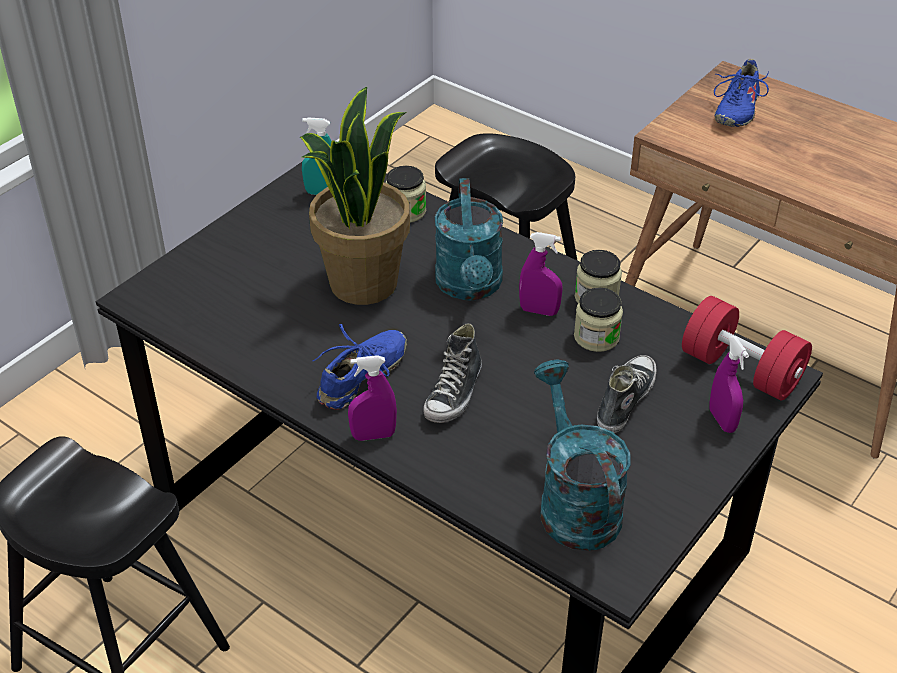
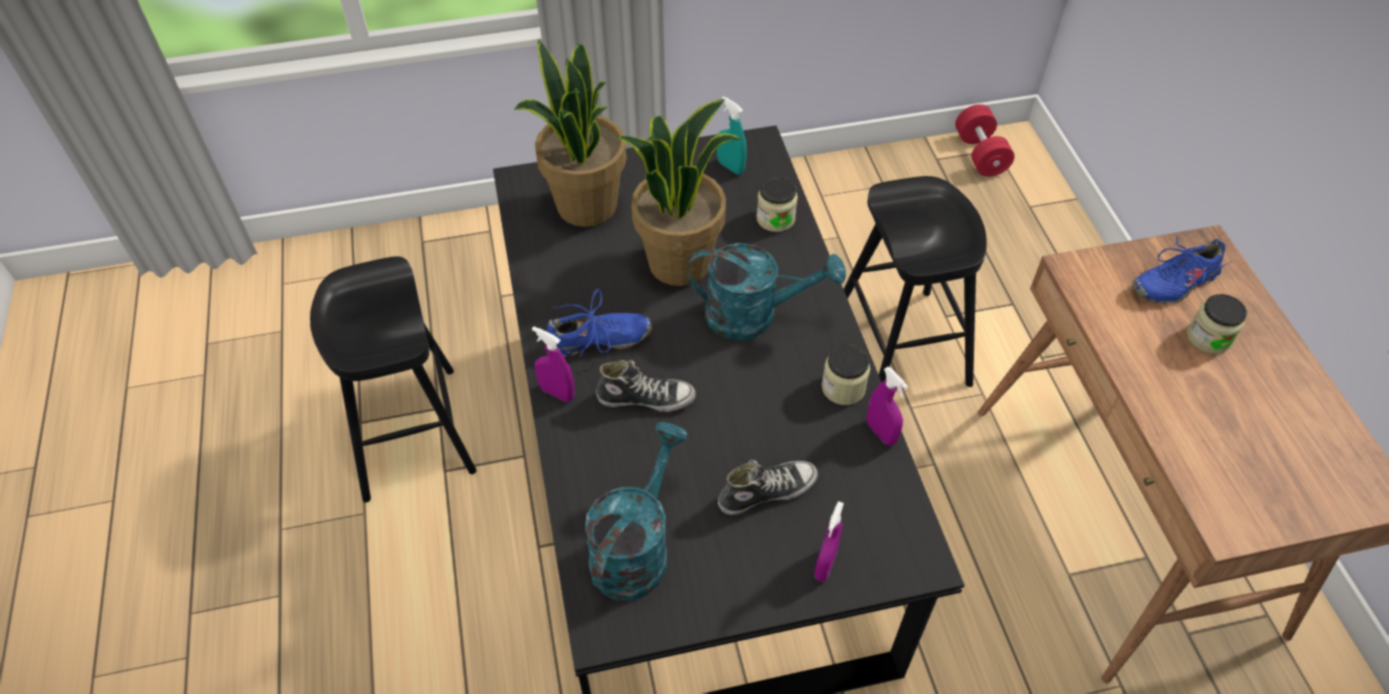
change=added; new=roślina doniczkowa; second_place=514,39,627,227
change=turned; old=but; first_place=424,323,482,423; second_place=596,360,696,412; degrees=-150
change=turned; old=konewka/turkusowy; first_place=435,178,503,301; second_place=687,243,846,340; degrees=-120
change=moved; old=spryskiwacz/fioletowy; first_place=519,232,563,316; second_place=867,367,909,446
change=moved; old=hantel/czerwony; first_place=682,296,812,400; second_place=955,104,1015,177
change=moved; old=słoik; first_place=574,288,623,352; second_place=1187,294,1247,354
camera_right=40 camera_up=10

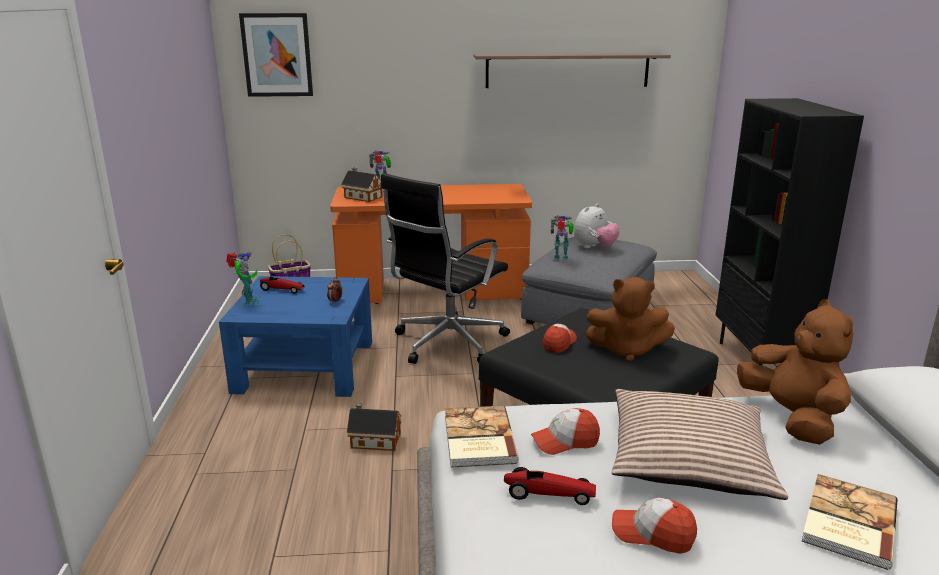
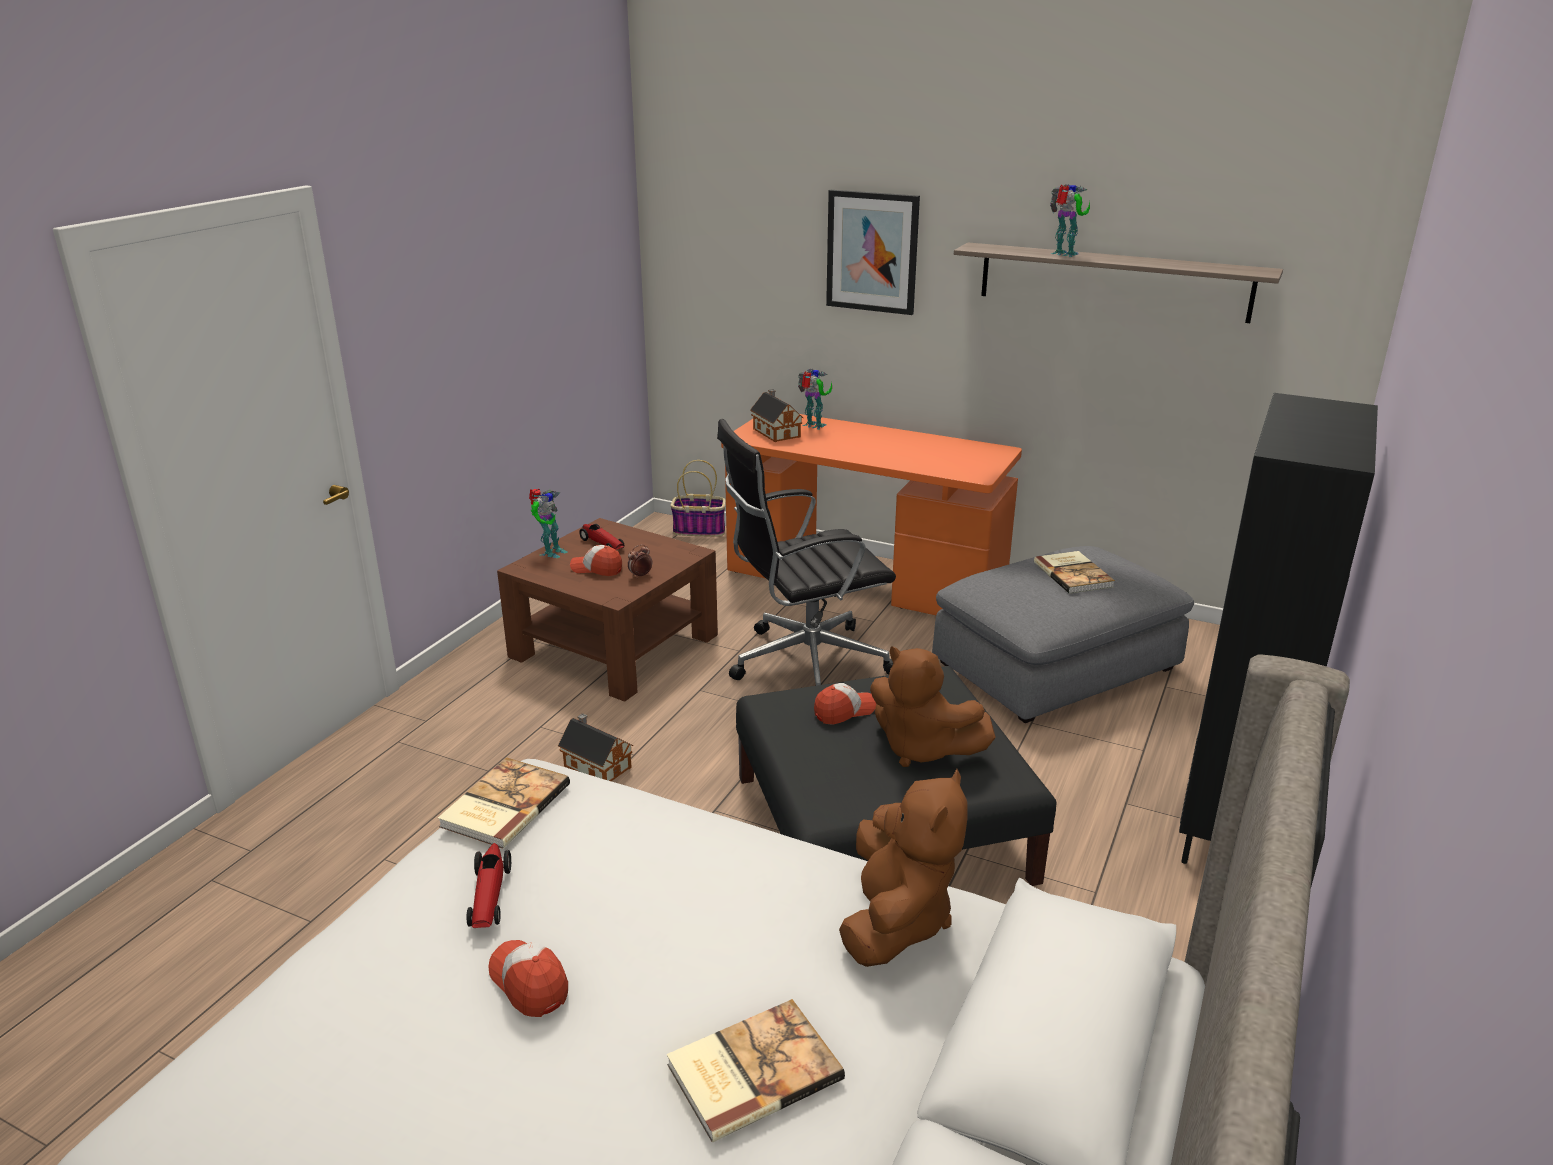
change=turned; old=samochodzik; first_place=504,467,596,505; second_place=466,843,511,928; degrees=45
change=recoloured; old=ława/niebieski; new=ława/brązowy; first_place=219,276,372,397; second_place=497,518,718,702
change=moved; old=czapka z daszkiem; first_place=531,408,600,455; second_place=570,545,622,576
change=moved; old=obraz; first_place=239,13,313,97; second_place=826,190,920,315
change=replaced; old=pluszak; new=książka; first_place=574,204,620,249; second_place=1034,551,1115,594
change=moved; old=robot zabawkowy; first_place=551,215,574,260; second_place=1050,184,1090,257
change=removed; old=poduszka; first_place=612,389,788,500
camera_right=30 camera_up=5

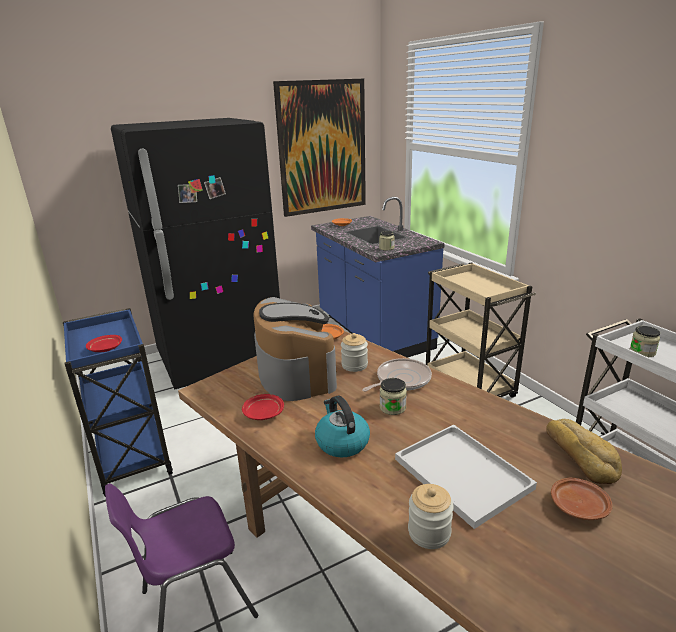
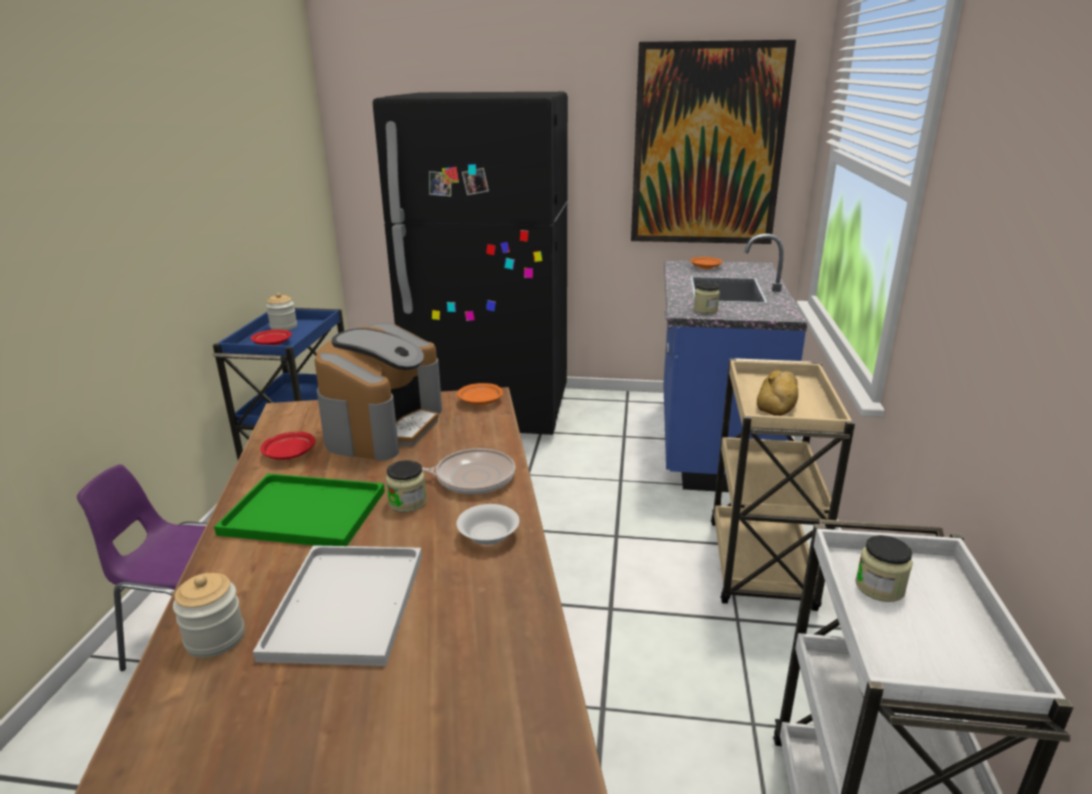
change=replaced; old=czajnik; new=taca/zielony; first_place=315,395,370,457; second_place=214,474,385,546
change=moved; old=słoik; first_place=341,333,368,372; second_place=266,293,297,331
change=added; new=miska/biały; second_place=457,504,519,545
change=moved; old=chleb; first_place=546,419,622,484; second_place=757,371,798,416
change=removed; old=talerz/brązowy; first_place=551,477,612,520
camera_right=35 camera_up=0

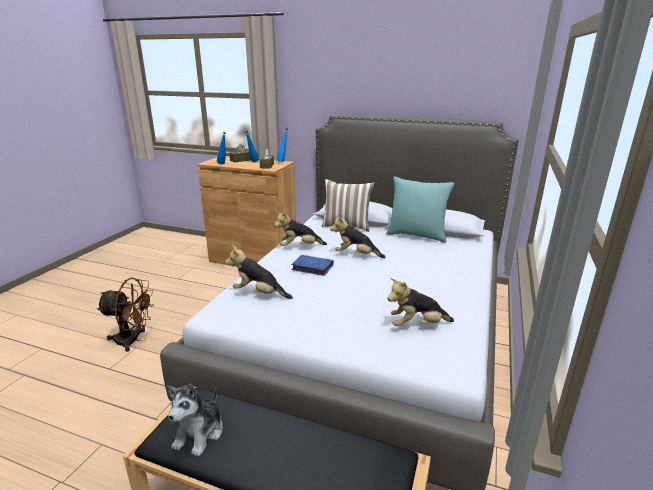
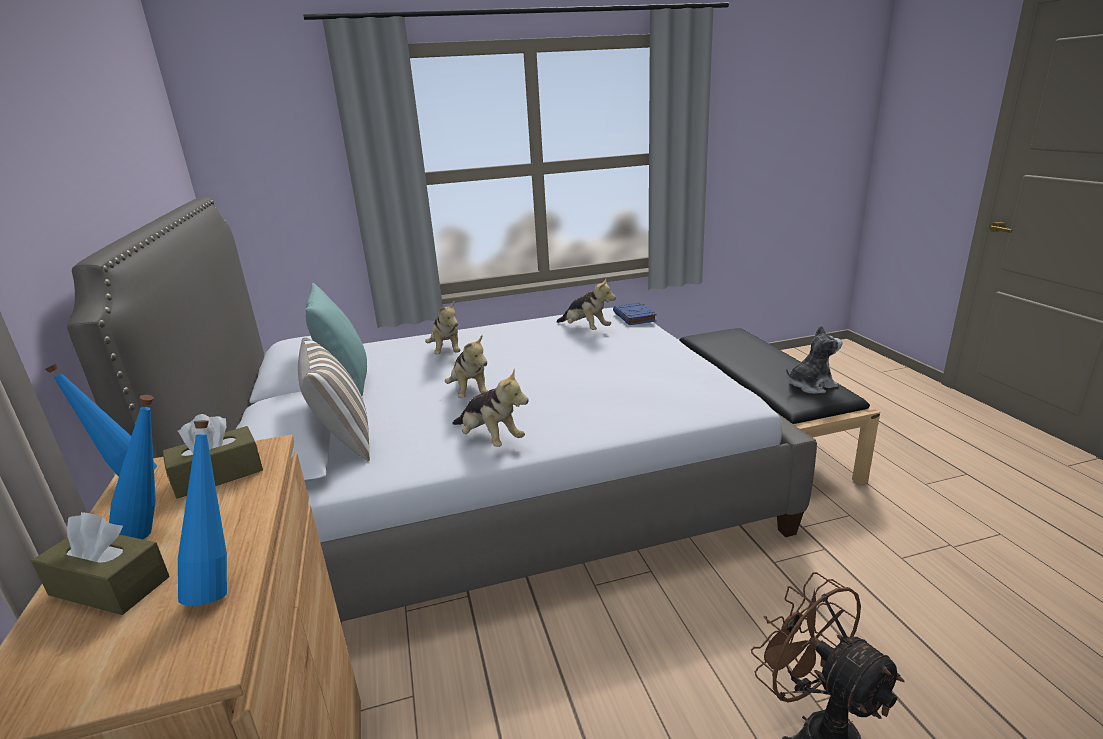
change=moved; old=pluszak; first_place=225,245,293,299; second_place=425,300,461,354
change=moved; old=książka/niebieski; first_place=291,255,334,276; second_place=613,302,657,325
camera_right=-125 camera_up=0

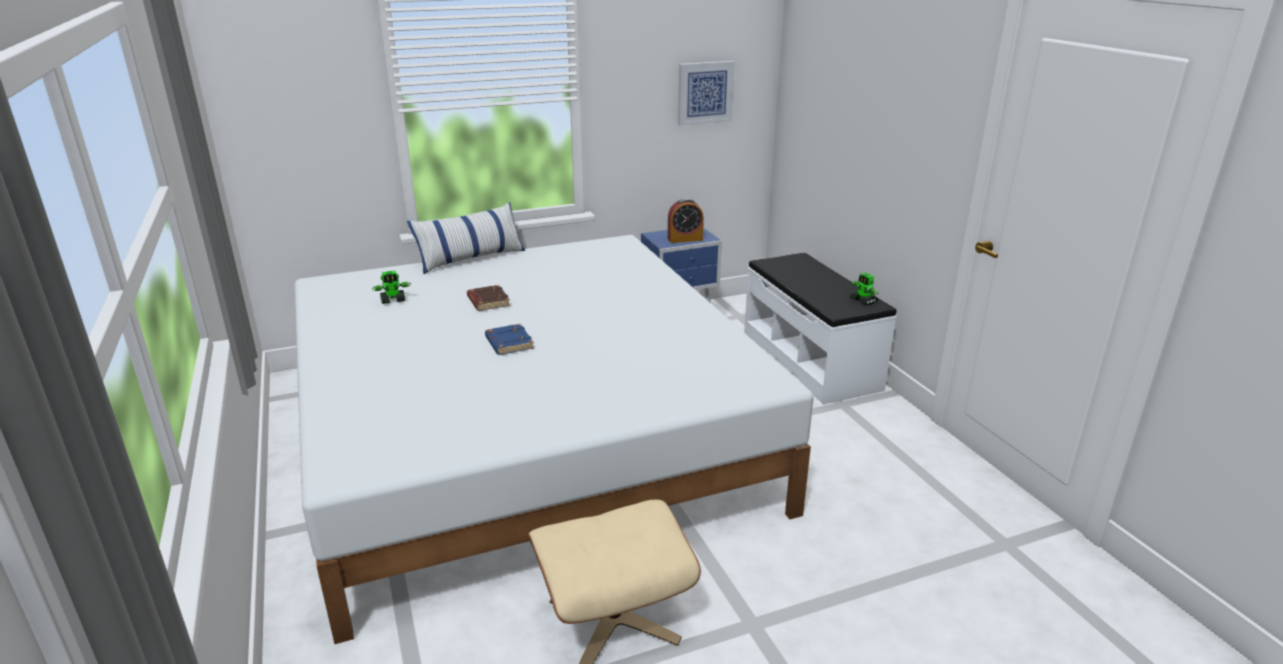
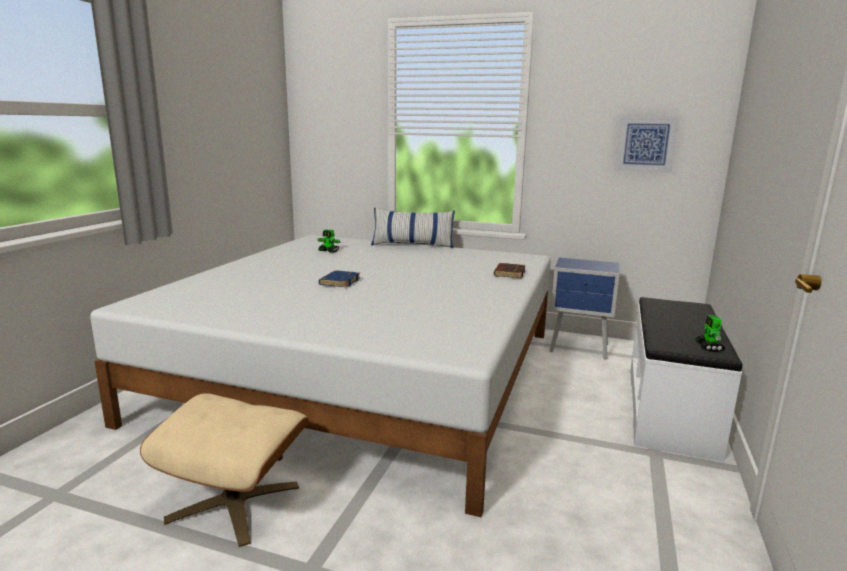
change=moved; old=książka/brązowy; first_place=467,285,510,311; second_place=494,263,525,278
change=removed; old=budzik; first_place=668,198,704,243
camera_right=40 camera_up=-10

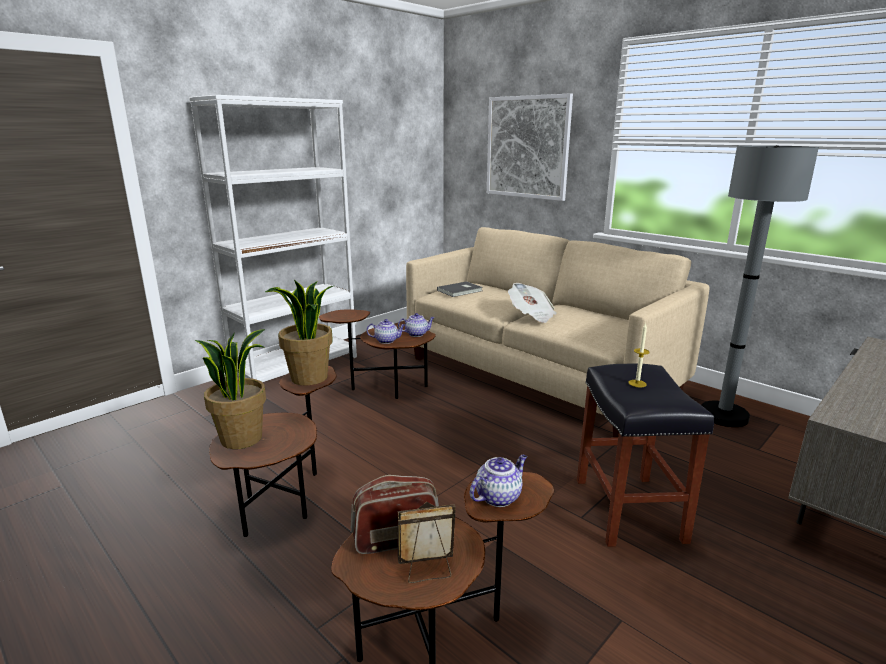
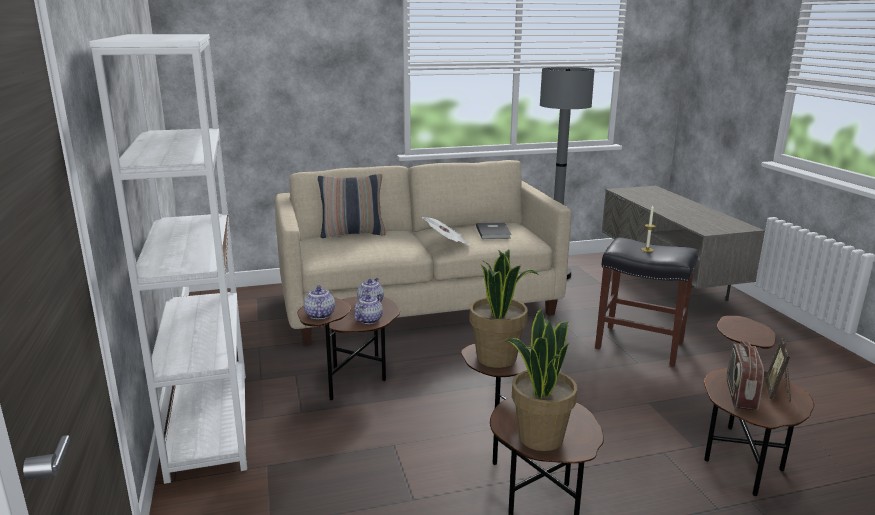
change=moved; old=imbryk; first_place=469,455,527,507; second_place=304,286,335,319
change=added; new=poduszka; second_place=318,174,386,238
change=moved; old=książka/szary; first_place=437,281,483,297; second_place=476,222,512,239
change=removed; old=obraz; first_place=487,93,573,201
camera_right=-60 camera_up=0

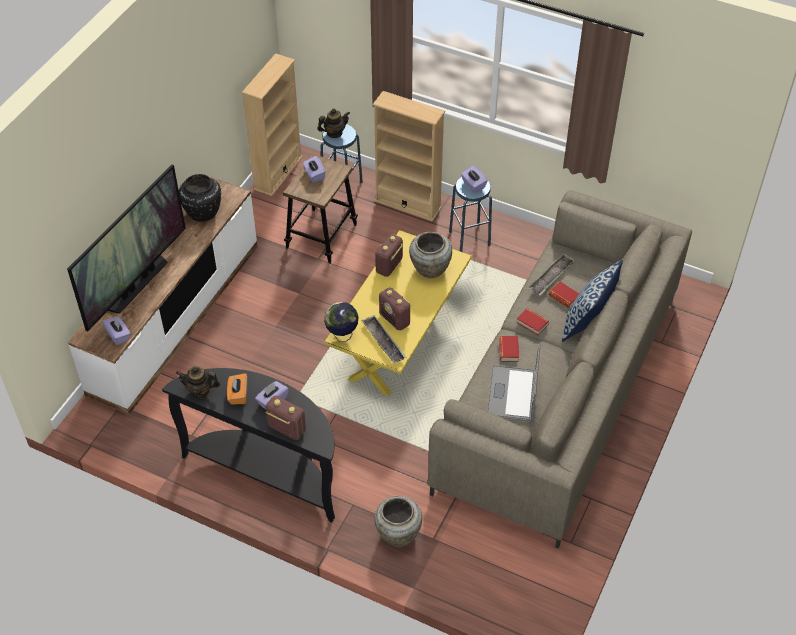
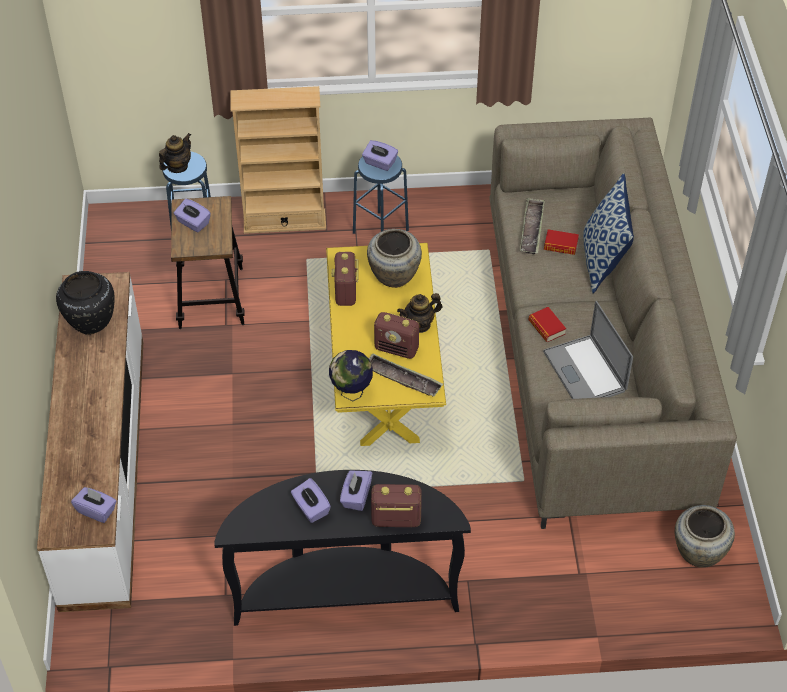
change=recoloured; old=pudełko chusteczek/pomarańczowy; new=pudełko chusteczek/fioletowy; first_place=227,373,247,404; second_place=291,478,331,523
change=moved; old=imbryk; first_place=176,366,220,399; second_place=397,293,442,333
change=moved; old=wazon/beżowy; first_place=374,496,422,547; second_place=675,505,735,568
change=removed; old=telewizor; first_place=67,165,186,331
change=removed; old=regał/beżowy; first_place=242,53,303,196
change=removed; old=książka; first_place=517,308,549,336
camera_right=-30 camera_up=0

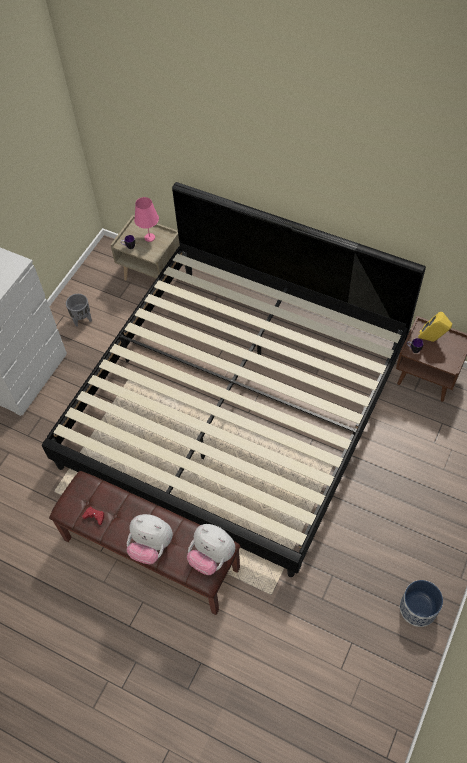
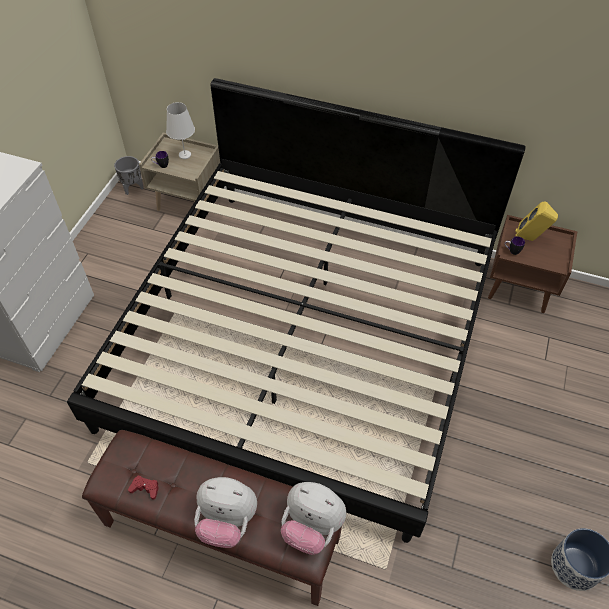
change=moved; old=donica/szary; first_place=66,294,92,327; second_place=114,156,144,195
change=recoloured; old=lampa stołowa/różowy; new=lampa stołowa/biały; first_place=134,197,159,242; second_place=166,102,195,159
camera_right=-10 camera_up=-5

